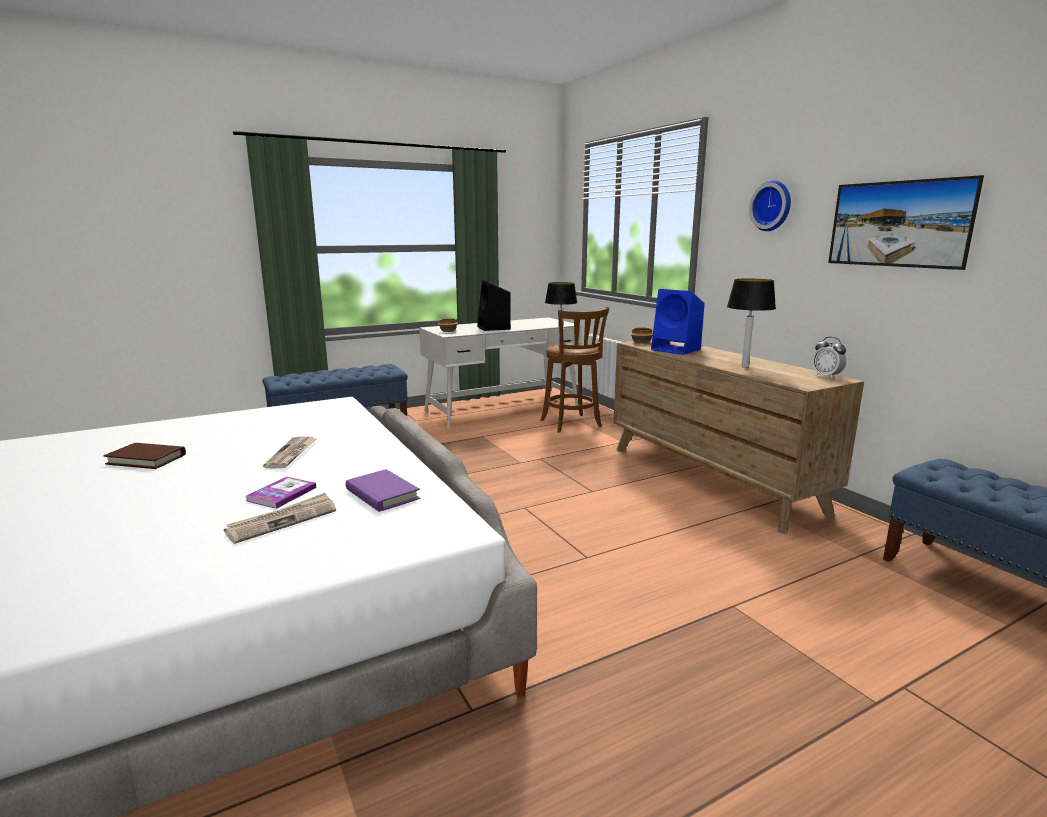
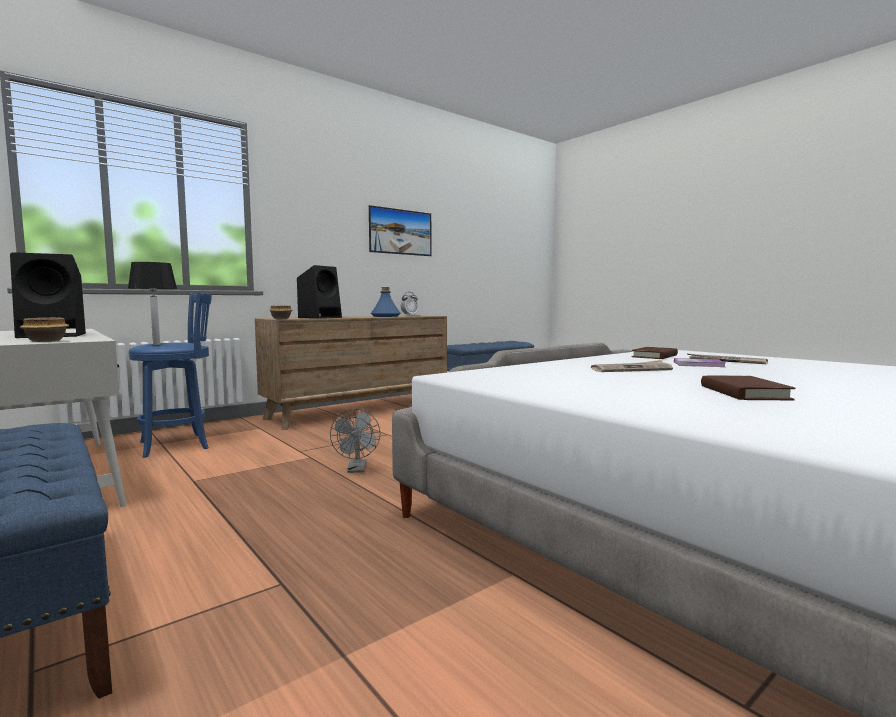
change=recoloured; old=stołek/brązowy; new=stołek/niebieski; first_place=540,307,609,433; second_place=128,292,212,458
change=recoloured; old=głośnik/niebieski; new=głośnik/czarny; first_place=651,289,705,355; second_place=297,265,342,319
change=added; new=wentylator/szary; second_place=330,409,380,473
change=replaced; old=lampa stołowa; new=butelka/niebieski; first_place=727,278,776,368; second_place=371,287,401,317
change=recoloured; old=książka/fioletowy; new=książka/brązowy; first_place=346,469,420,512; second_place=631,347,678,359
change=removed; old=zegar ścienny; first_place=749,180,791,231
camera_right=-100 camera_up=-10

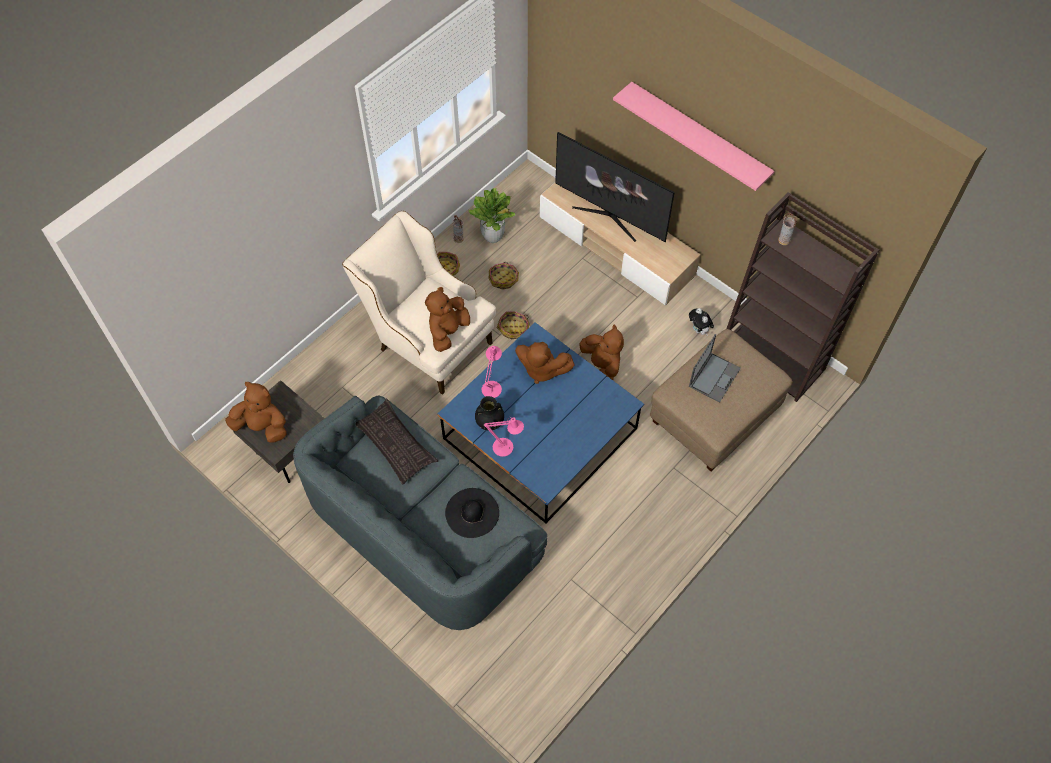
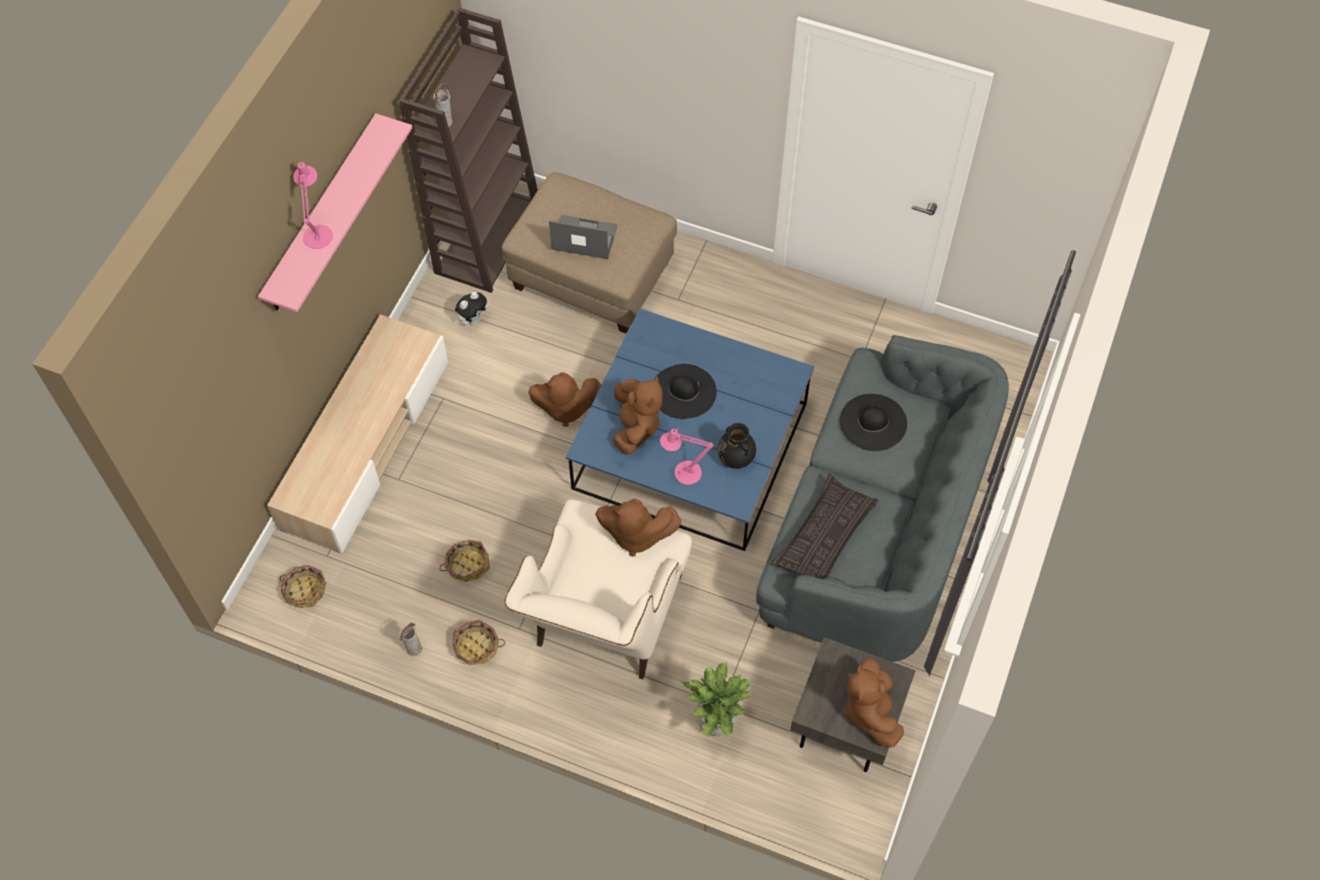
change=moved; old=koszyk; first_place=497,311,530,339; second_place=280,565,326,608
change=moved; old=lampa stołowa/różowy; first_place=484,417,524,457; second_place=294,162,333,249
change=turned; old=pluszak/brązowy; first_place=580,325,624,380; second_place=528,372,601,427; degrees=-135
change=added; new=kapelusz/czarny; second_place=657,364,717,419
change=moved; old=roślina doniczkowa; first_place=468,188,516,243; second_place=681,662,751,736
change=removed; old=telewizor; first_place=555,132,675,242
camera_right=-110 camera_up=0

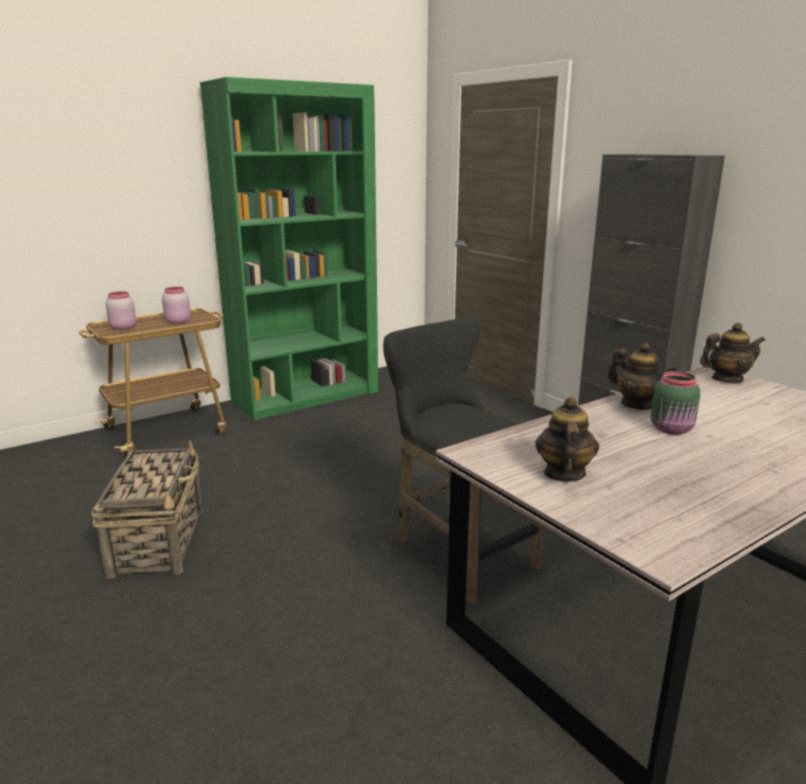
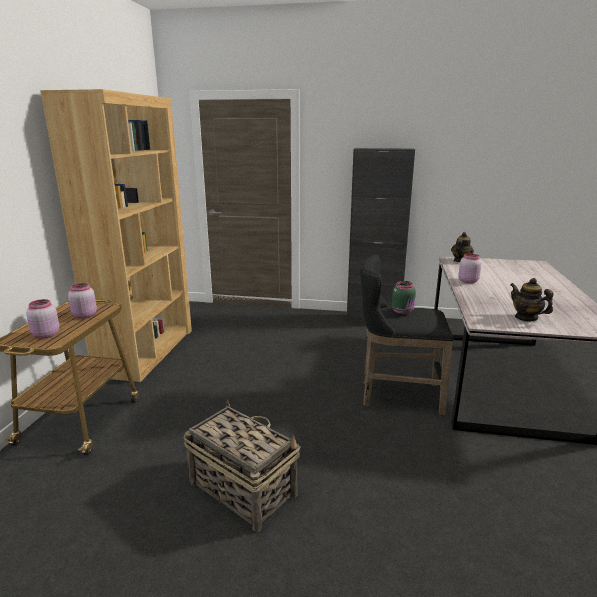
change=recoloured; old=regał/zielony; new=regał/brązowy; first_place=200,77,378,420; second_place=40,89,192,382
change=moved; old=słoik/zielony; first_place=651,371,700,435; second_place=392,281,416,314
change=replaced; old=imbryk; new=słoik/różowy; first_place=608,343,677,410; second_place=458,253,482,283
camera_right=-45 camera_up=0

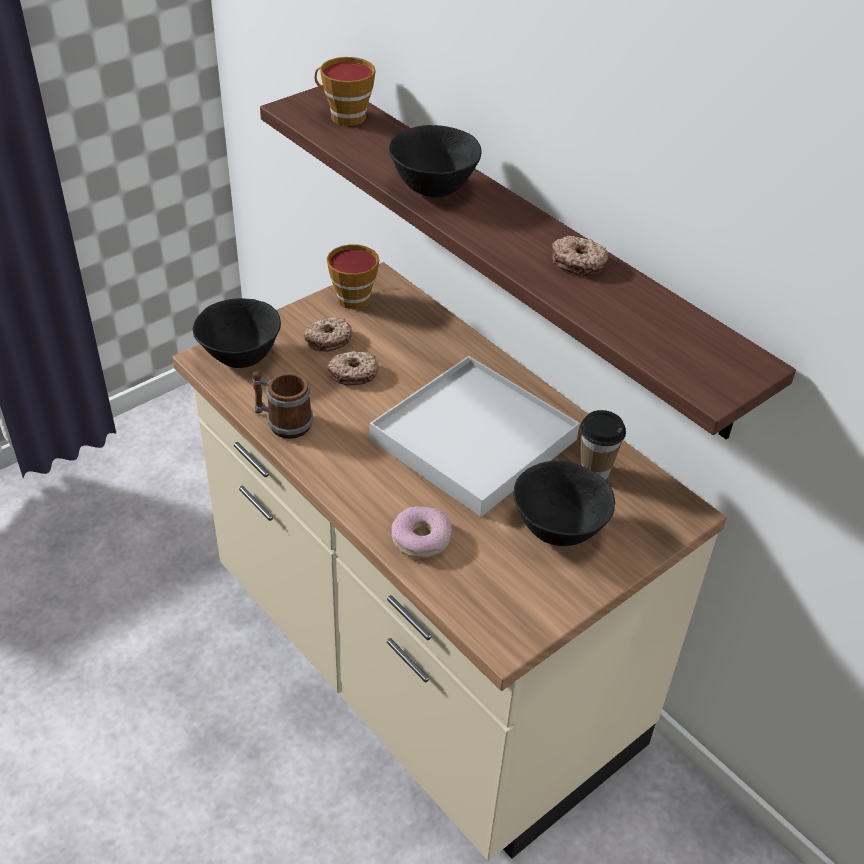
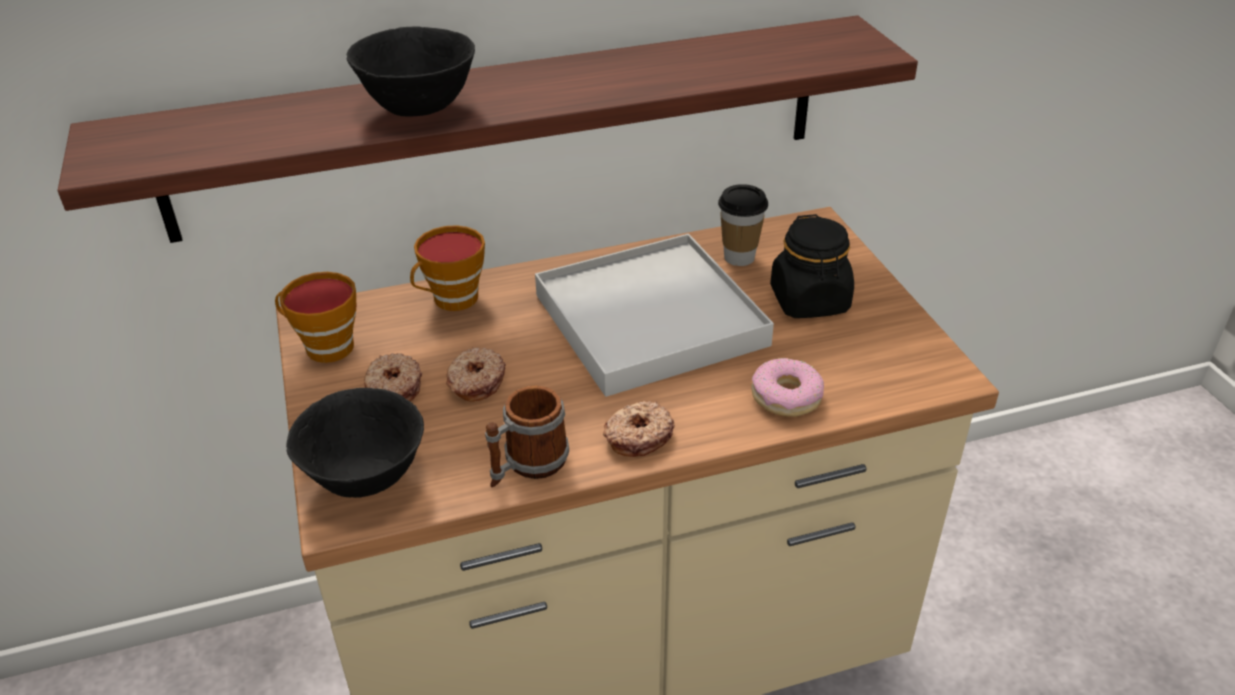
change=moved; old=filiżanka; first_place=314,57,376,126; second_place=410,225,485,311
change=moved; old=donut; first_place=552,236,610,276; second_place=603,401,675,457
change=replaced; old=miska/czarny; new=słoik/czarny; first_place=513,460,615,546; second_place=770,214,854,318
camera_right=-65 camera_up=-5

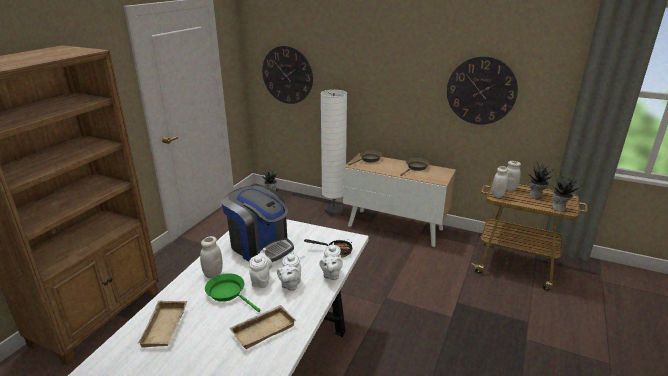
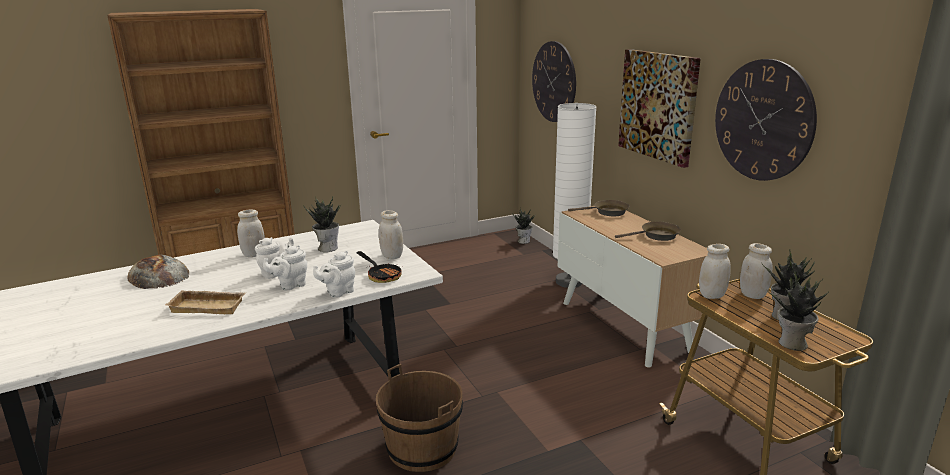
change=replaced; old=taca/beżowy; new=chleb; first_place=138,300,187,348; second_place=127,255,190,289
change=replaced; old=ekspres do kawy; new=roślina doniczkowa; first_place=222,185,294,262; second_place=303,196,341,252
change=added; new=wiadro/brązowy; second_place=376,364,463,472
change=added; new=słoik/biały; second_place=379,210,403,259
change=added; new=obraz; second_place=618,49,701,168
change=removed; old=patelnia/zielony; first_place=205,273,261,312
camera_right=40 camera_up=-5

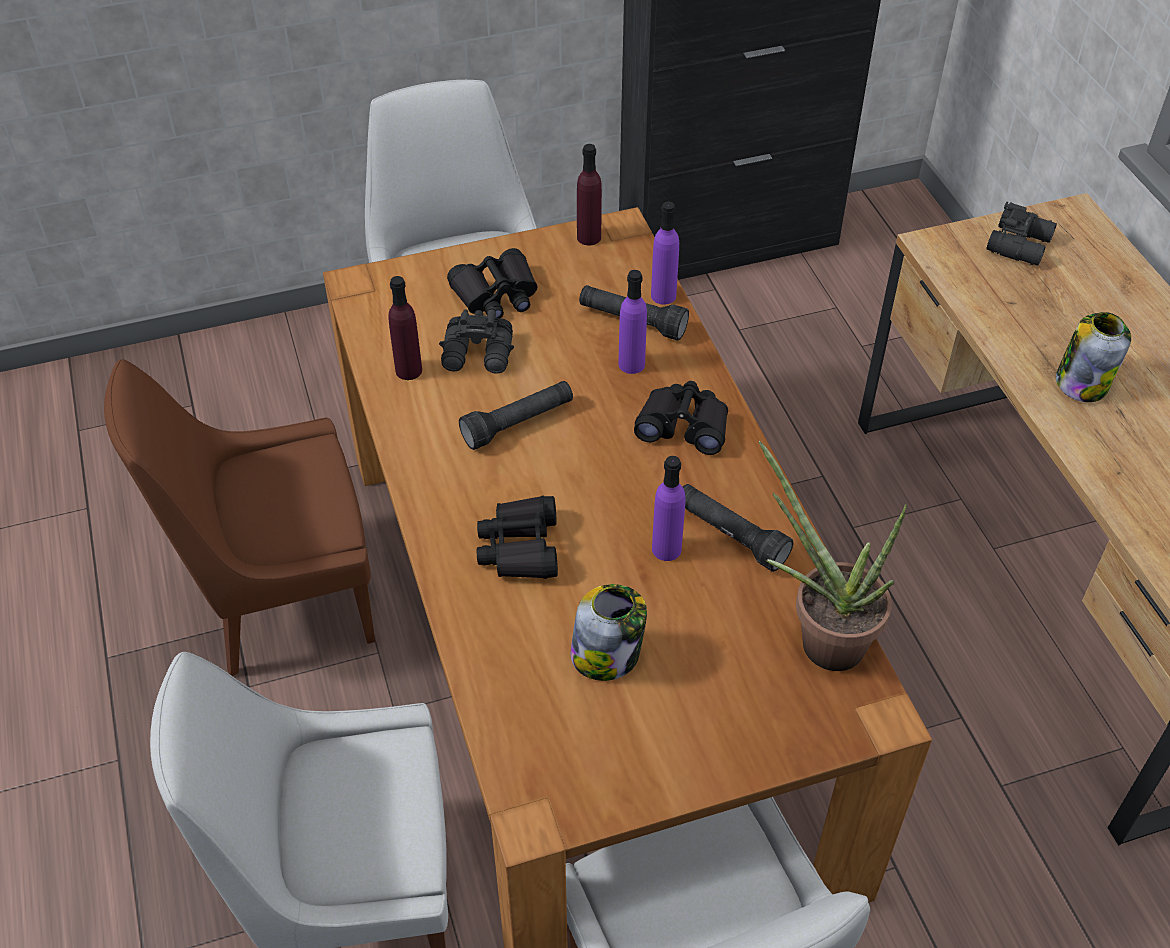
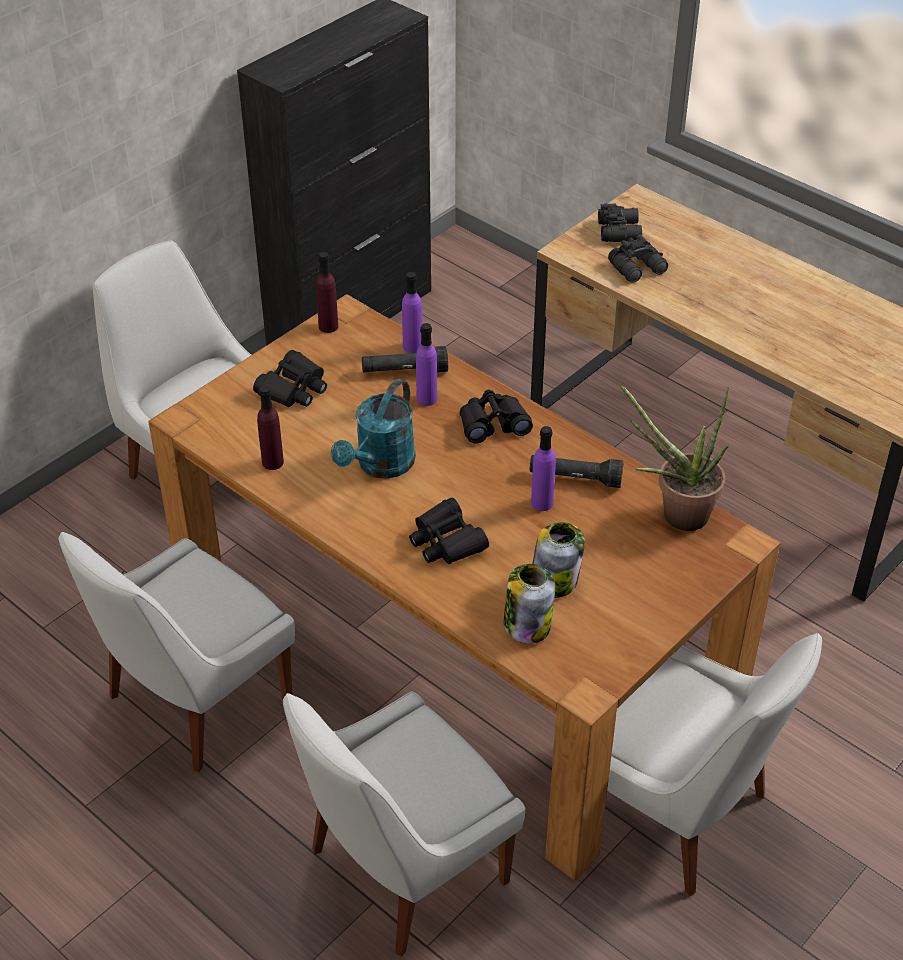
change=recoloured; old=krzesło/brązowy; new=krzesło/biały; first_place=104,359,375,676; second_place=58,532,295,772
change=replaced; old=latarka/czarny; new=konewka/turkusowy; first_place=459,381,573,450; second_place=331,379,416,479
change=moved; old=słoik; first_place=1056,312,1131,402; second_place=504,564,555,644
change=moved; old=lornetka/czarny; first_place=439,307,514,374; second_place=608,233,668,283
camera_right=-30 camera_up=-5

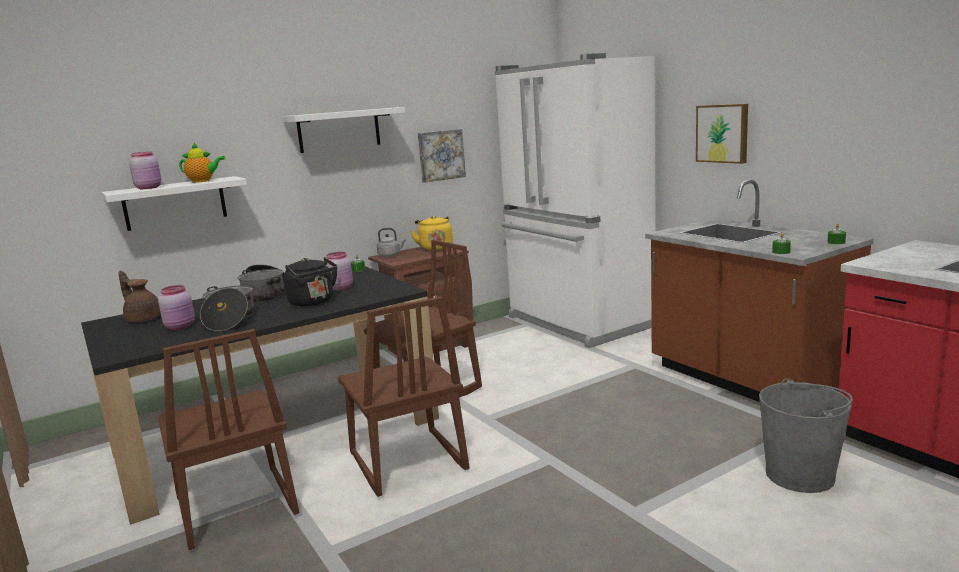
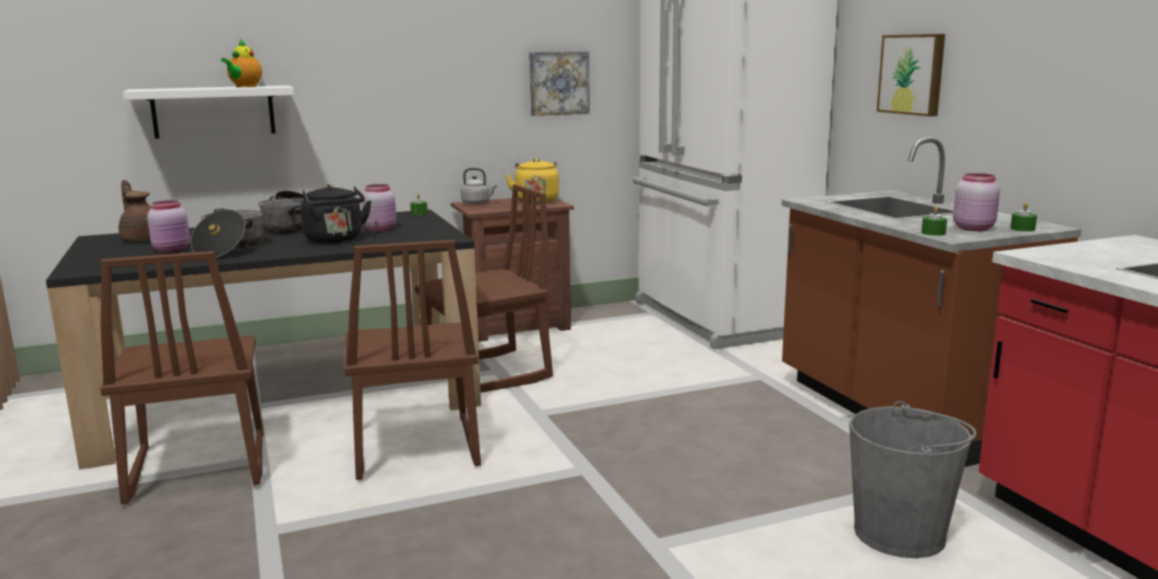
change=turned; old=imbryk; first_place=179,143,226,183; second_place=221,39,262,87; degrees=90
change=moved; old=słoik/różowy; first_place=129,152,161,189; second_place=953,173,1000,231
change=removed; old=półka/biały; first_place=282,107,406,153
camera_right=10 camera_up=0

